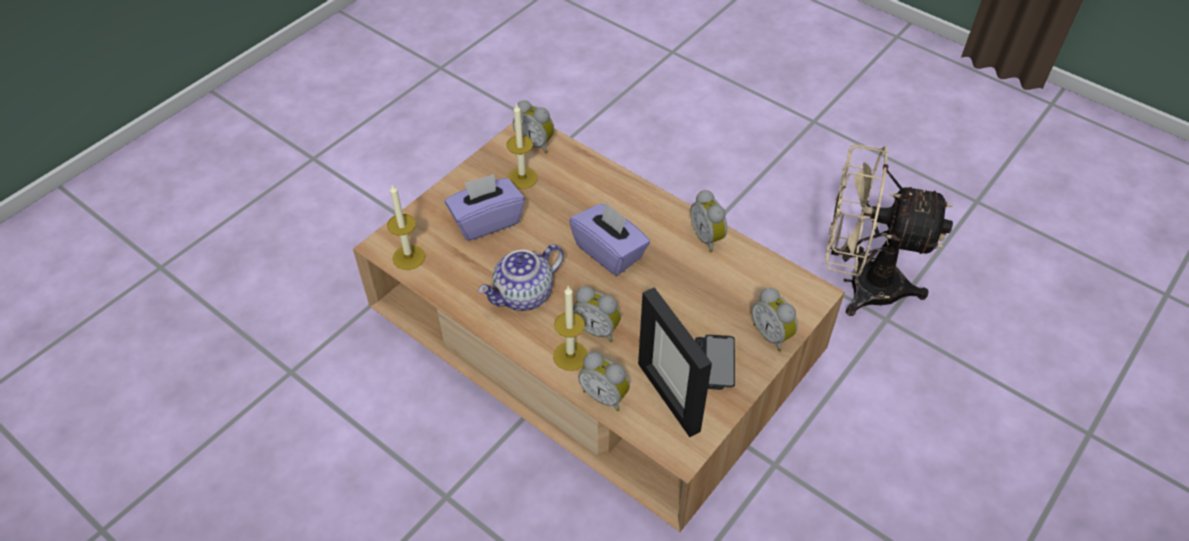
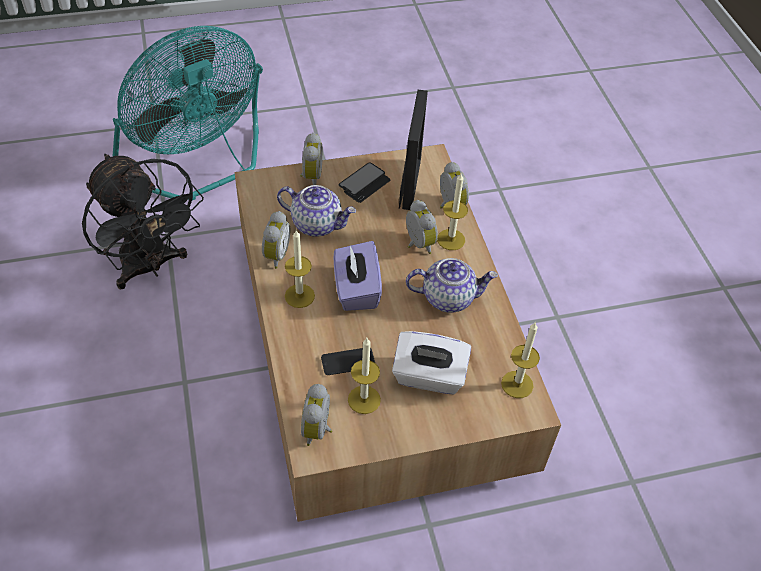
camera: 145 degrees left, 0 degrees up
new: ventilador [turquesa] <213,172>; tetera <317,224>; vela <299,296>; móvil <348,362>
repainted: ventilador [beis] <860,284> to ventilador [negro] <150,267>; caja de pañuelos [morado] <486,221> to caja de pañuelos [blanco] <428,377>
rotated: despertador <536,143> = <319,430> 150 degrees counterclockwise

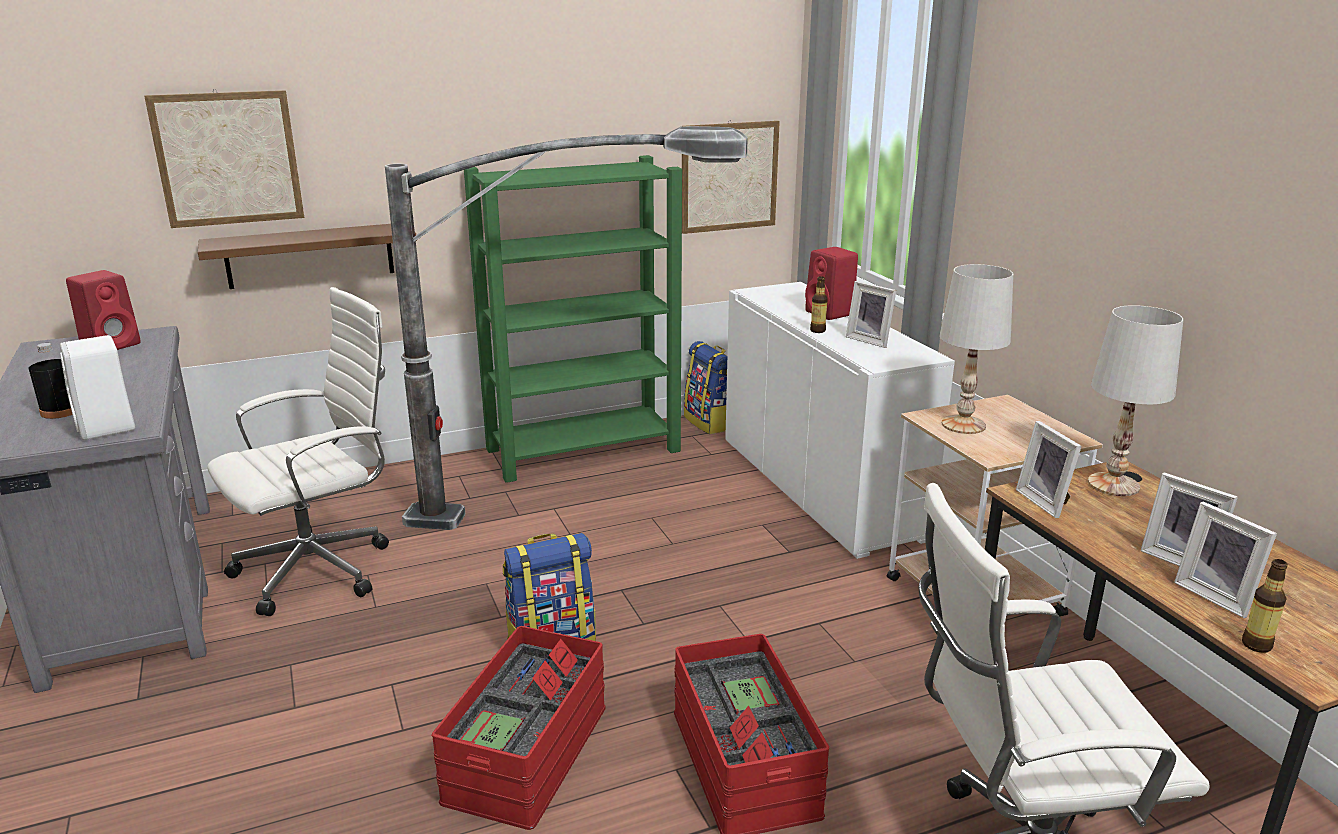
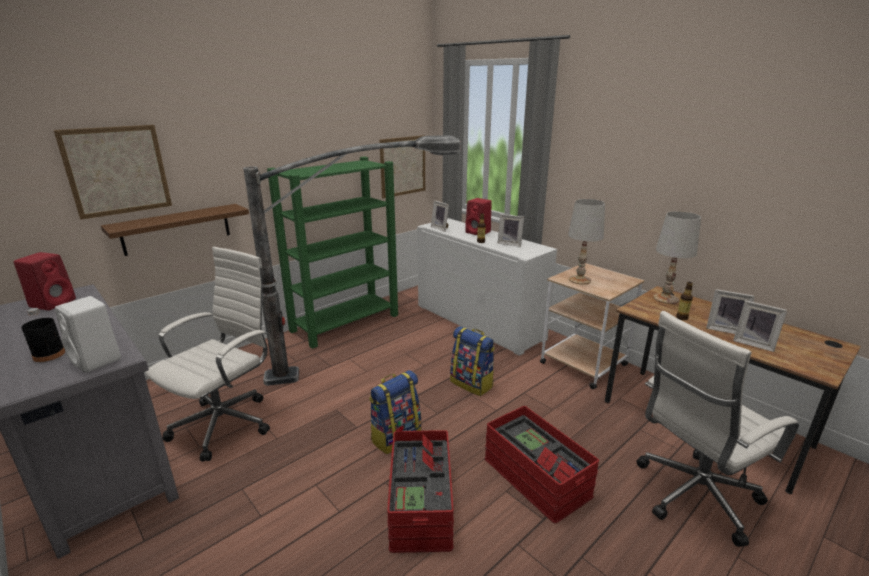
camera: 20 degrees left, 0 degrees up
shifted: portarretratos <1046,502> to <441,228>; mochila <710,422> to <472,384>; botella <1256,645> to <681,318>

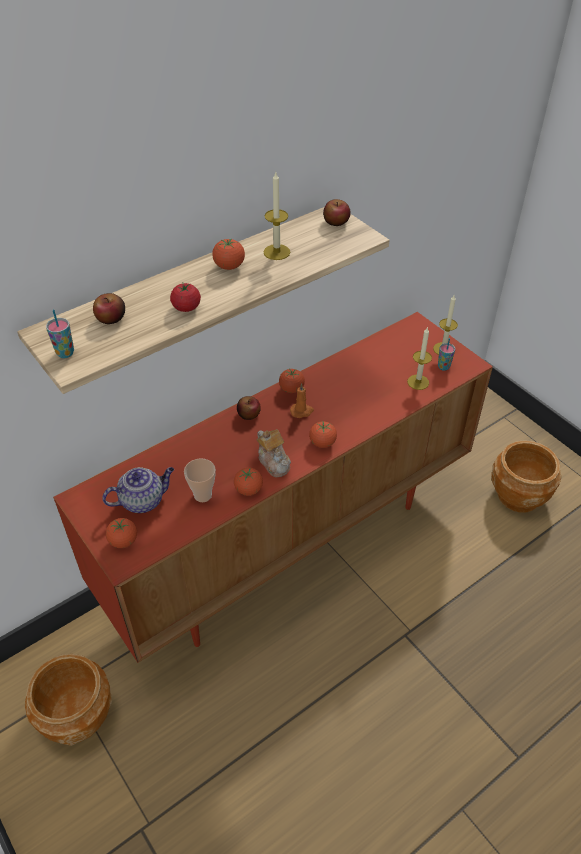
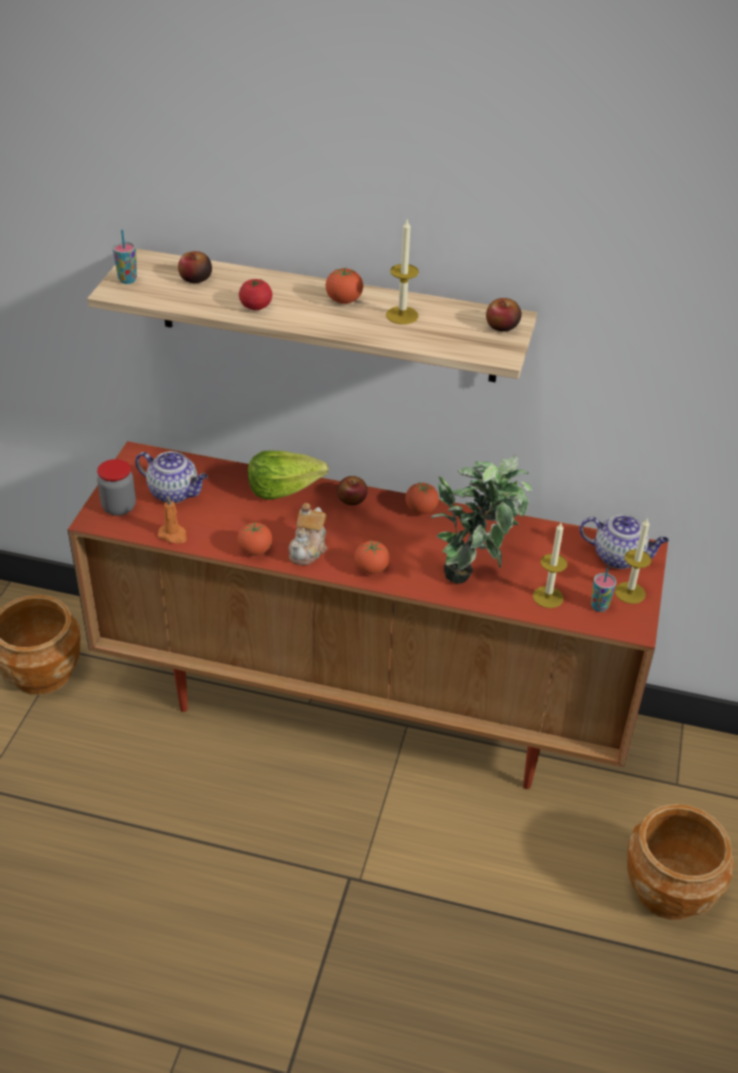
camera: 50 degrees right, 5 degrees down
gone: taza <203,495>
new: lechuga <283,488>; planta en maceta <474,574>; tetera <620,557>
shifted: vela [naranja] <302,411> to <173,535>
swapped: tomate <123,541> to tarro <119,507>

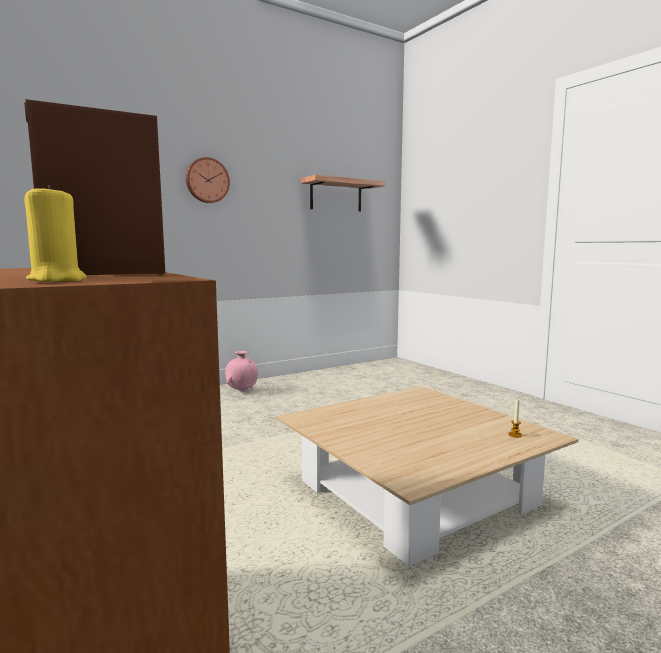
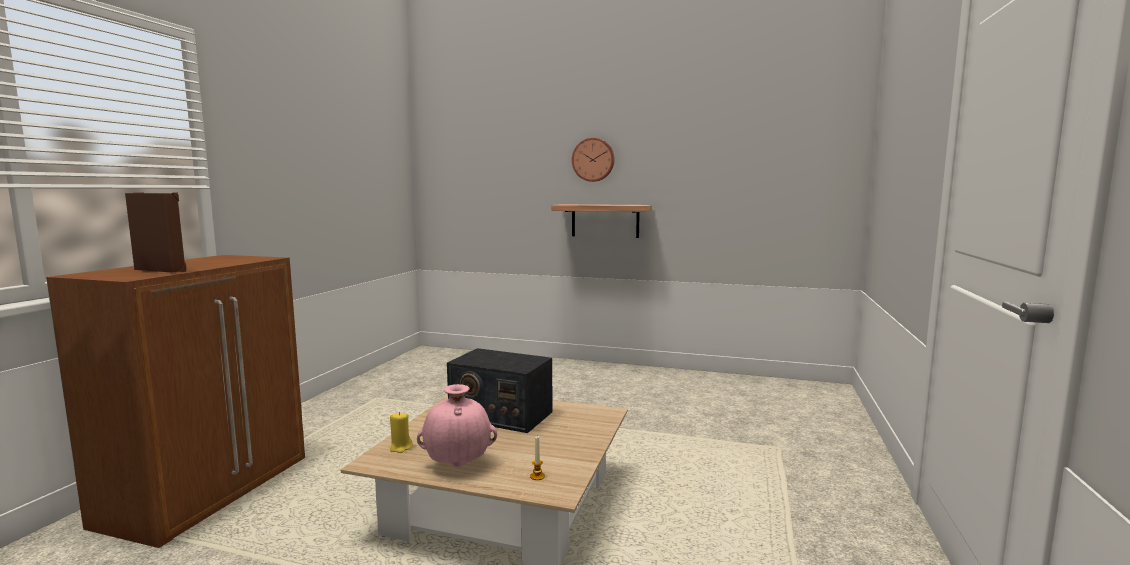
camera: 50 degrees right, 0 degrees up
new: radio <500,415>
shifted: vela [amarillo] <57,280> to <400,448>; florero [rosa] <242,391> to <458,465>; estante <336,195> to <605,220>

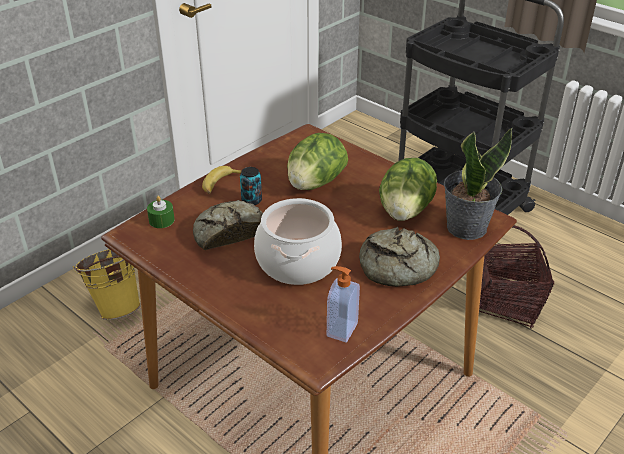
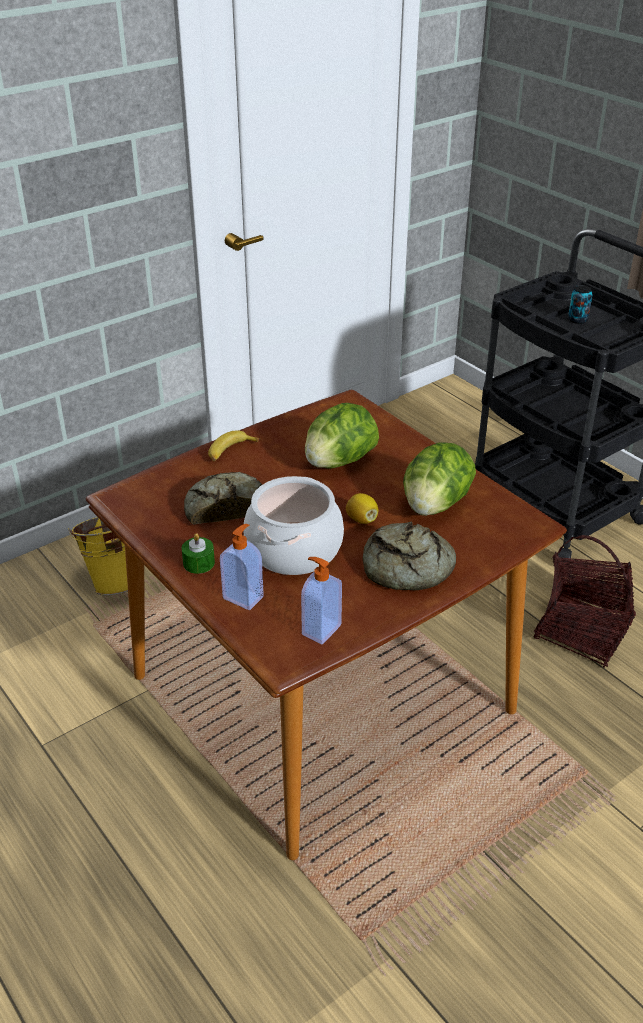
camera: 10 degrees right, 0 degrees up
gone: planta en maceta <466,227>
new: dispensador de jabón <244,597>; limón <362,519>
shifted: vela [verde] <161,220> to <199,563>; lata <251,200> to <577,320>

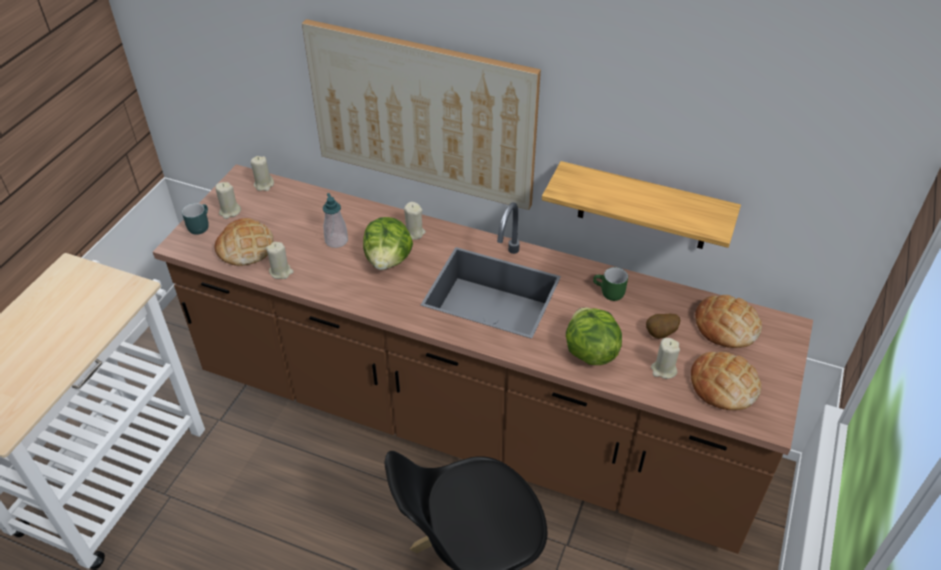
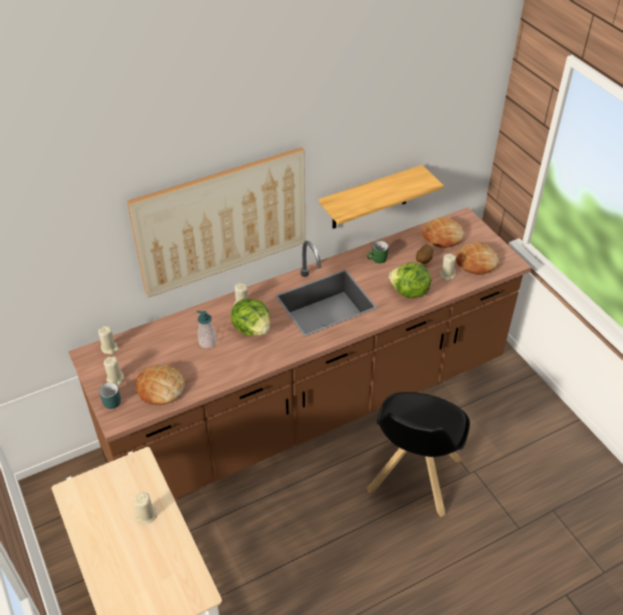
camera: 50 degrees left, 0 degrees up
shifted: vela [beis] <281,272> to <146,515>

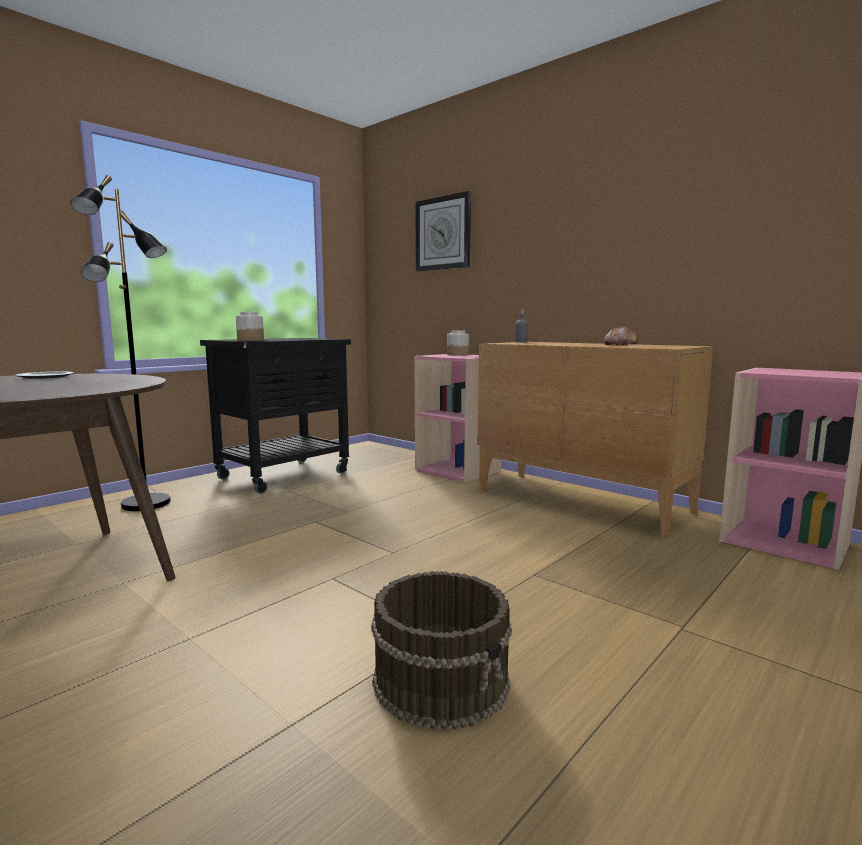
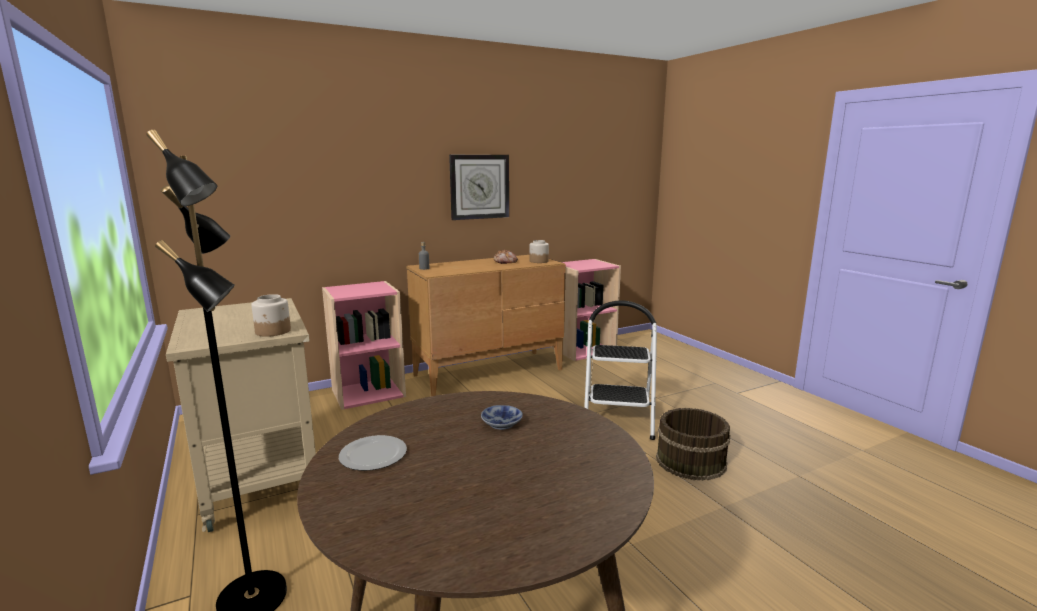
camera: 70 degrees left, 5 degrees up
new: cuenco <500,423>; escalera de tijera <618,416>
shifted: reloj de pared <443,233> to <479,187>; tarro <458,354> to <538,261>
repainted: carrito [negro] <285,476> to carrito [beis] <261,482>

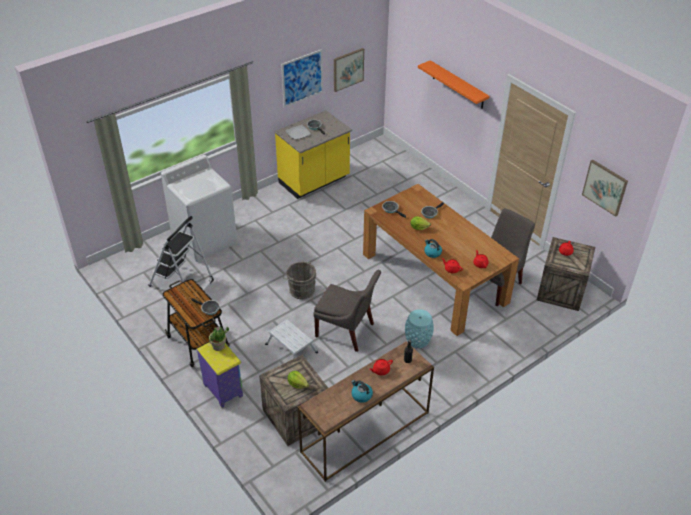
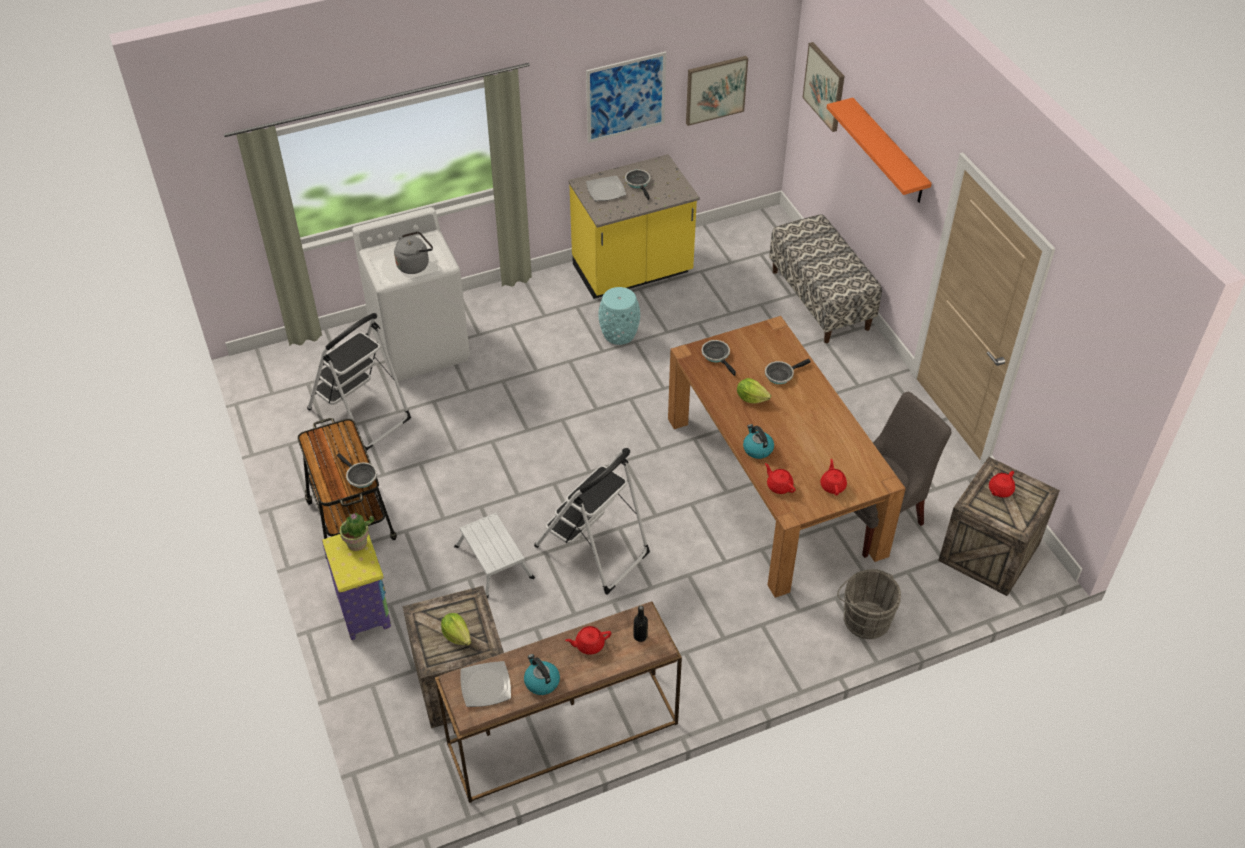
camera: 15 degrees right, 5 degrees up
new: hervidor [gris] <414,264>; plato <485,685>; banco <820,300>
shifted: taburete [turquesa] <417,340> to <619,334>; cuadro <605,187> to <824,86>; cubo [gris] <300,290> to <864,618>
swapped: silla [gris] <347,331> to escalera de tijera <594,551>

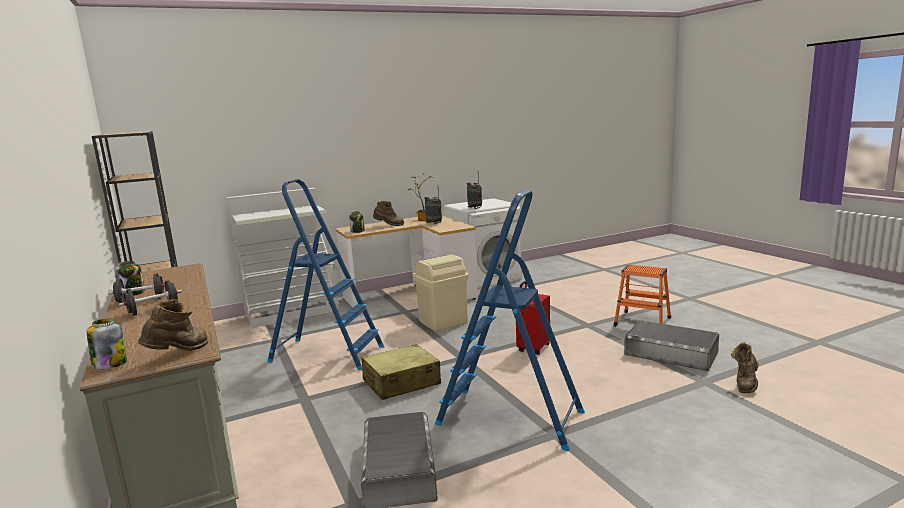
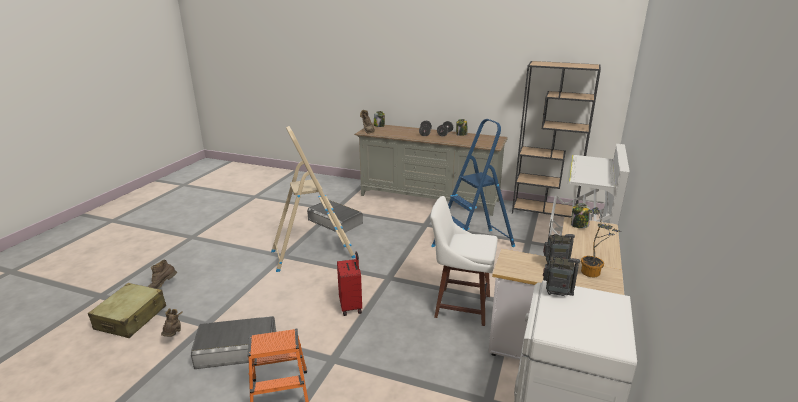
camera: 135 degrees right, 10 degrees up
shifted: maleta [beis] <401,383> to <131,318>; bota [marrón] <389,225> to <162,287>
swapped: papelera [beis] <443,322> to taburete [blanco] <459,305>
repainted: escalera de tijera [azul] <509,418> to escalera de tijera [beis] <313,254>

